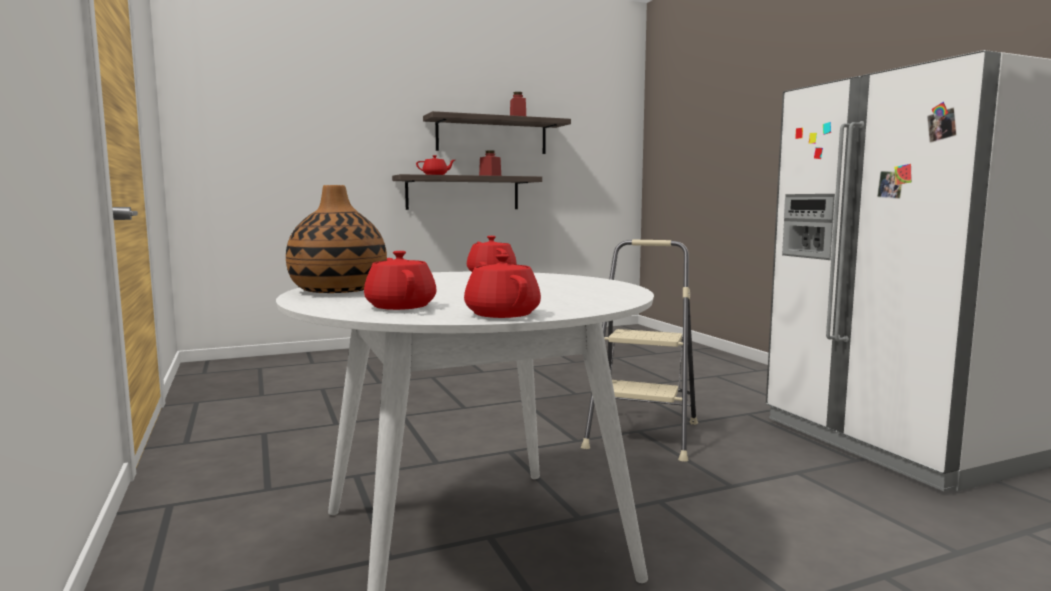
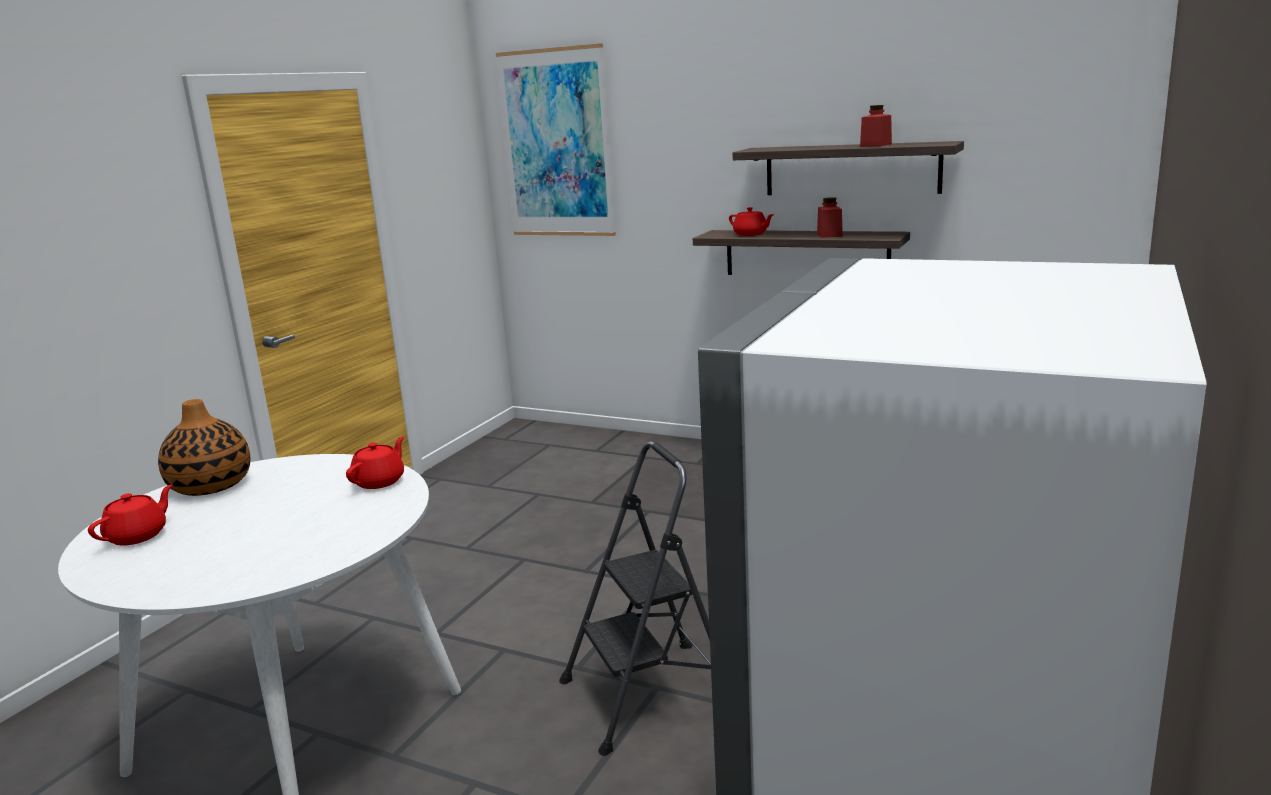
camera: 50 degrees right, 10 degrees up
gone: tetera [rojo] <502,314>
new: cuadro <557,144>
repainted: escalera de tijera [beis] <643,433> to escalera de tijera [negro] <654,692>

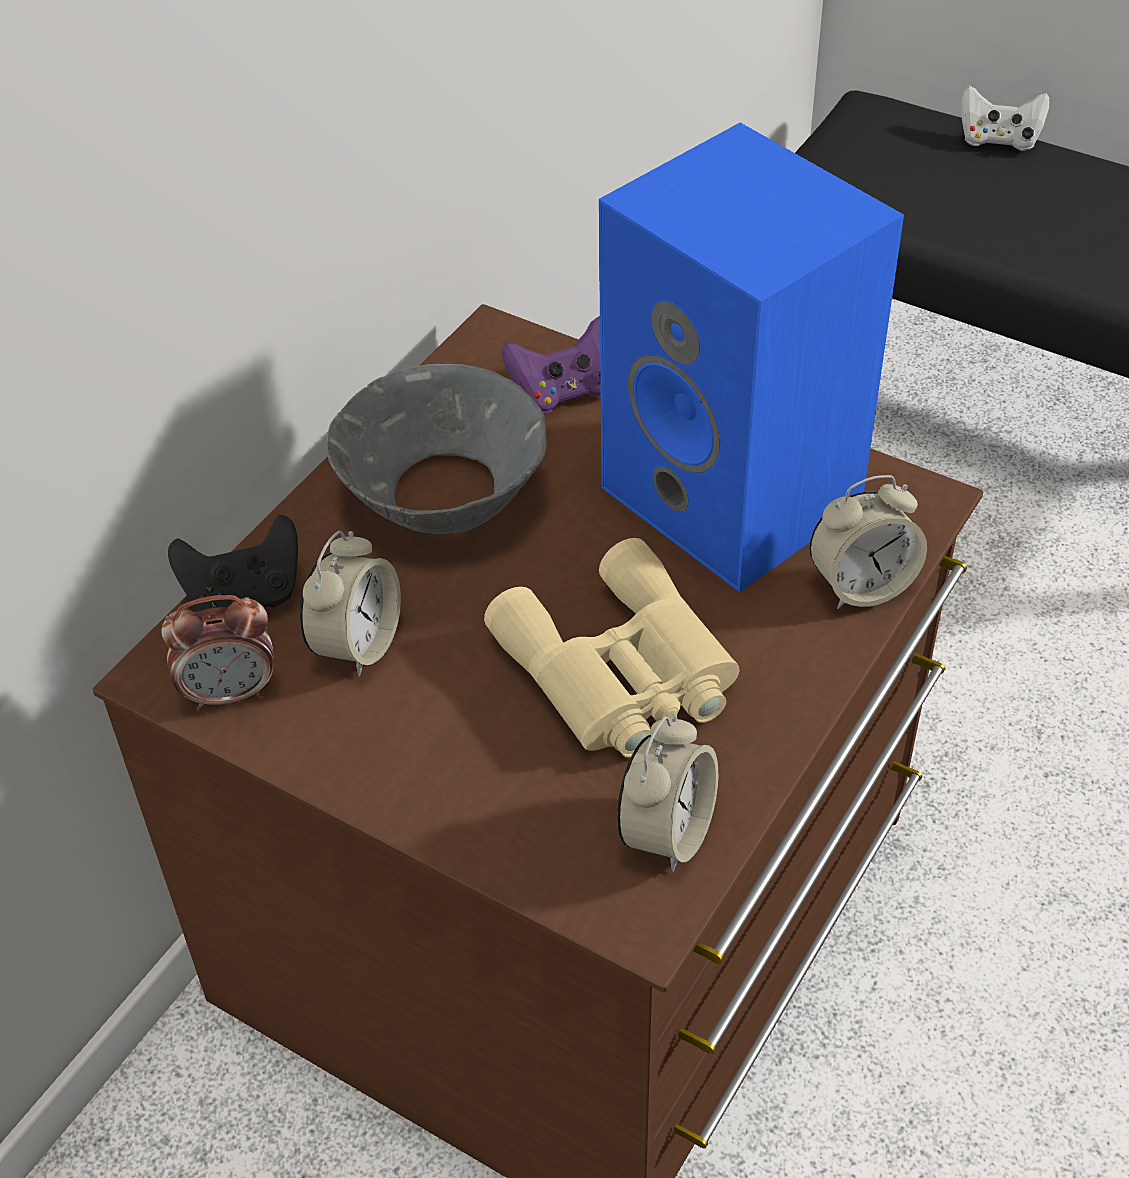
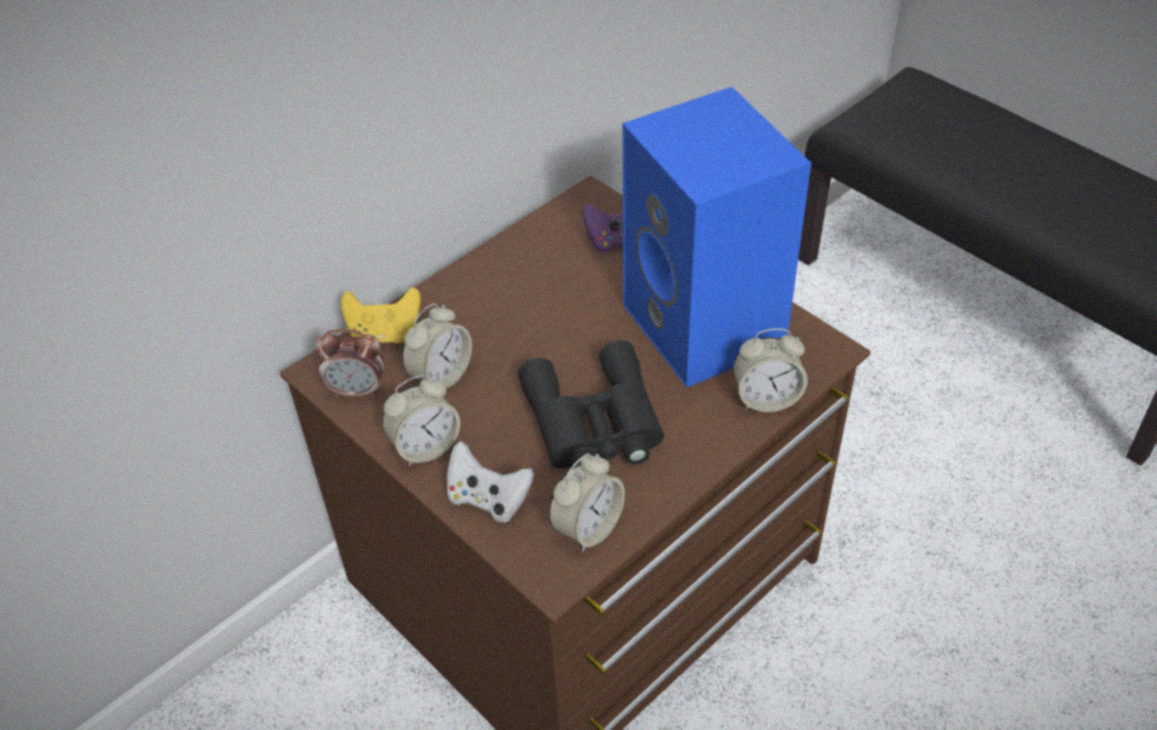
camera: 15 degrees right, 0 degrees up
gone: cuenco [gris] <442,496>
new: despertador <425,446>
shifted: mando de consola [blanco] <998,140> to <488,499>
repainted: mando de consola [negro] <245,597> to mando de consola [amarillo] <385,334>; prismáticos [beis] <620,673> to prismáticos [negro] <593,423>

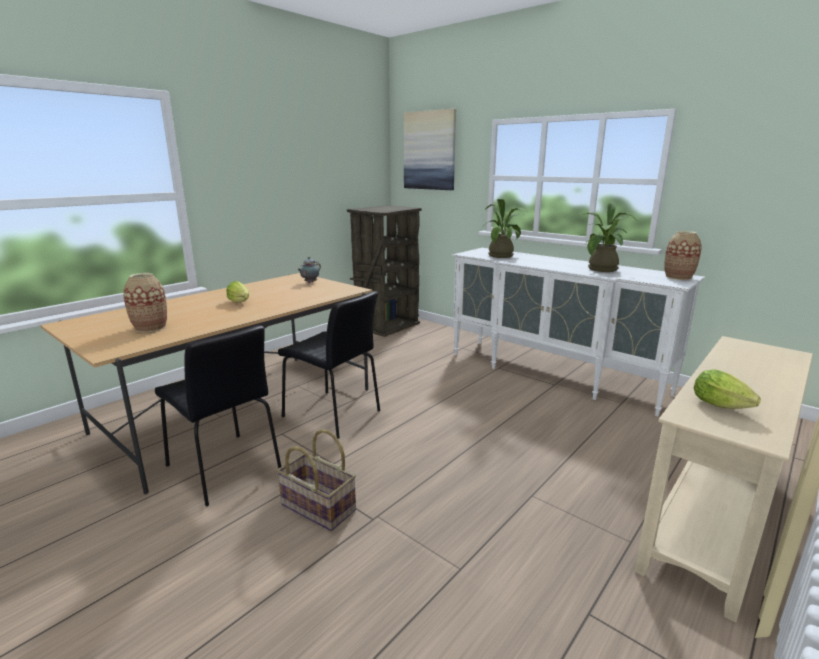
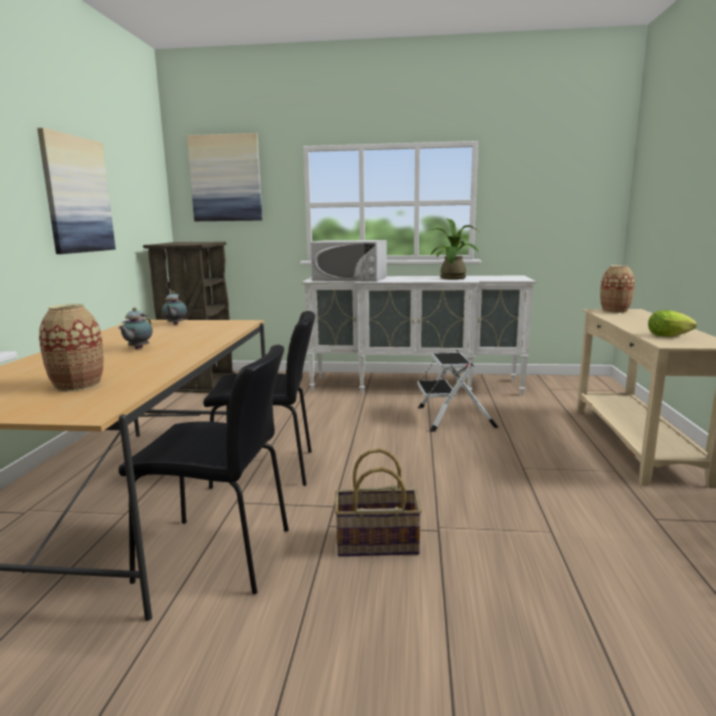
camera: 35 degrees left, 5 degrees down
new: cuadro <77,195>; escalera de tijera <454,418>
shifted: florero <678,277> to <614,311>
swapped: lechuga <240,302> to tetera <137,348>; planta en maceta <502,255> to microondas [blanco] <350,278>

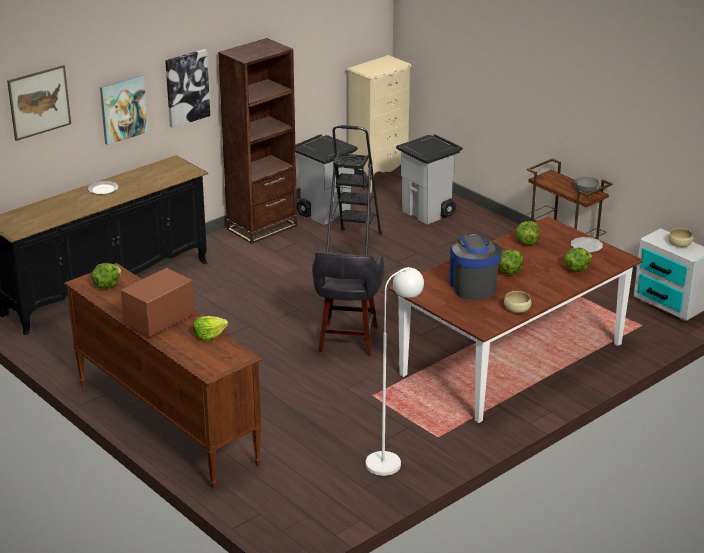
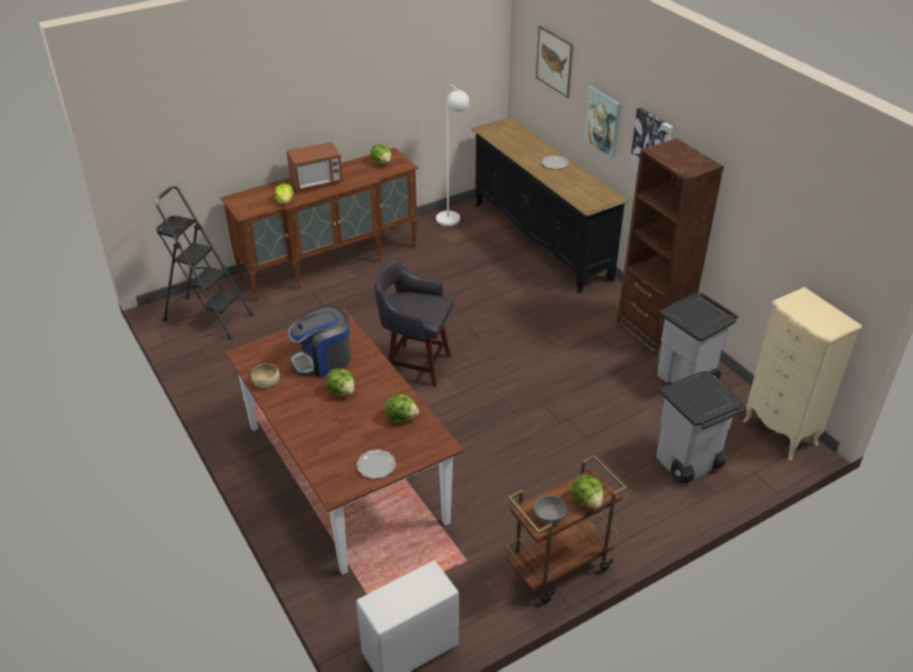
camera: 100 degrees right, 10 degrees up
gone: cuenco [beis] <679,244>
shifted: escalera de tijera <353,249> to <207,317>; lámpara de pie [blanco] <391,460> to <452,223>; lechuga <576,269> to <587,500>
rotated: microondas <159,322> = <316,182> 105 degrees clockwise; cafetera <473,286> = <323,360> 150 degrees clockwise

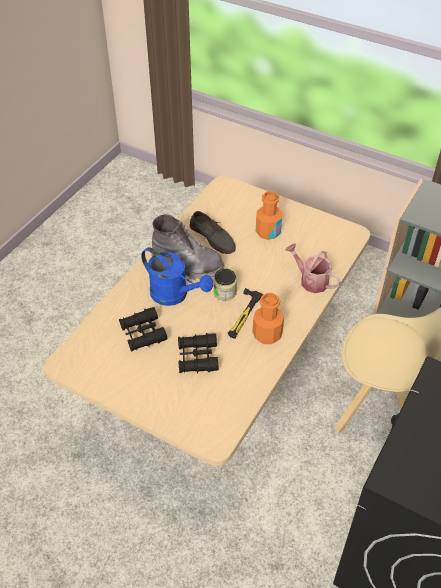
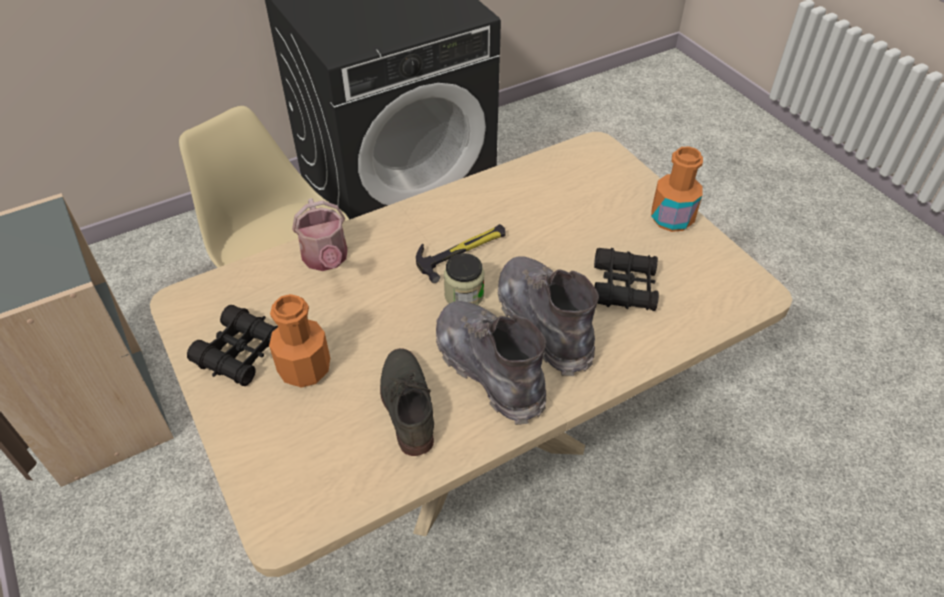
camera: 150 degrees left, 0 degrees up
shifted: prismáticos [negro] <197,357> to <241,352>; botella [naranja] <267,334> to <672,218>
swapped: regadera [azul] <175,295> to bota [gris] <544,323>

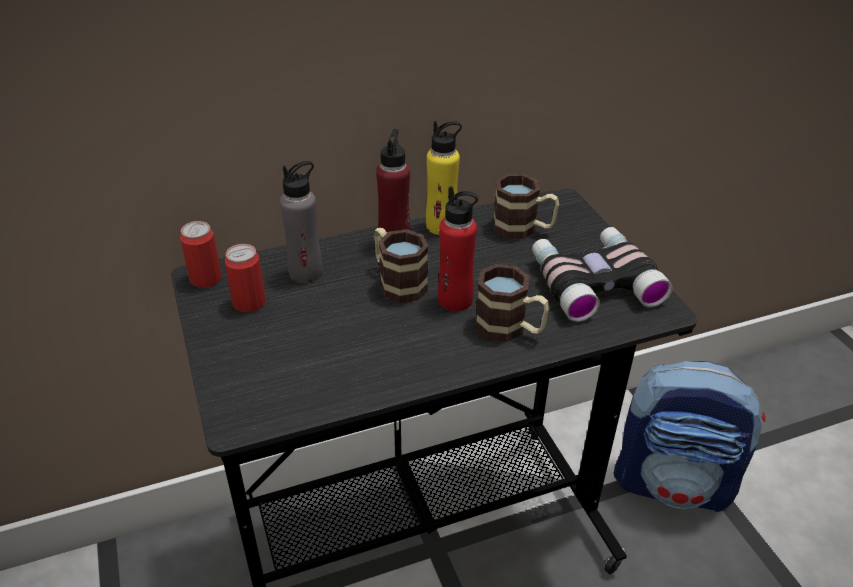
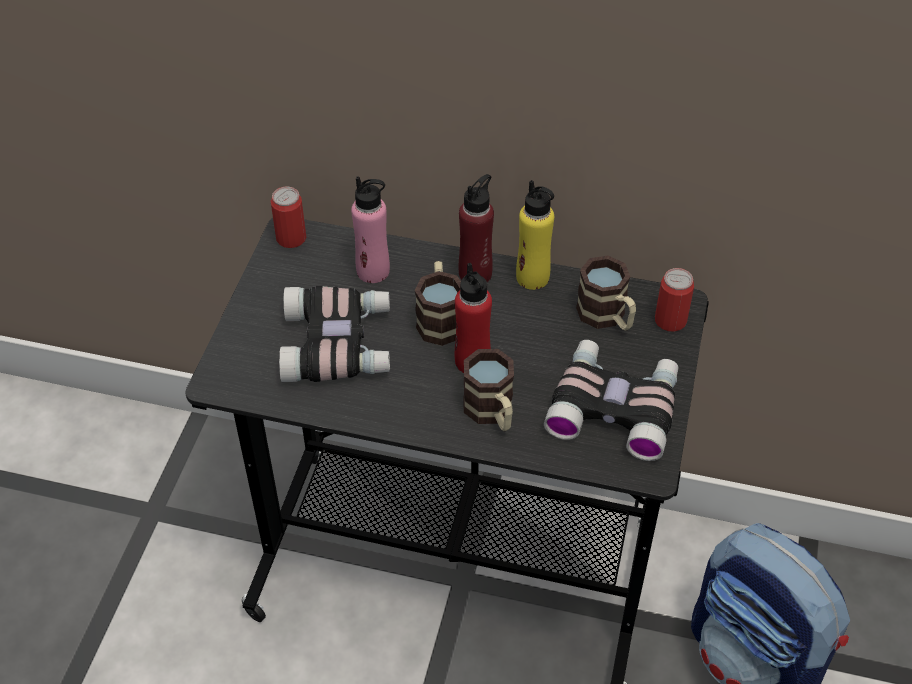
camera: 35 degrees right, 10 degrees up
new: prismáticos <339,344>
shifted: lata <249,302> to <670,320>
repainted: botella [gris] <306,273> to botella [rosa] <373,271>

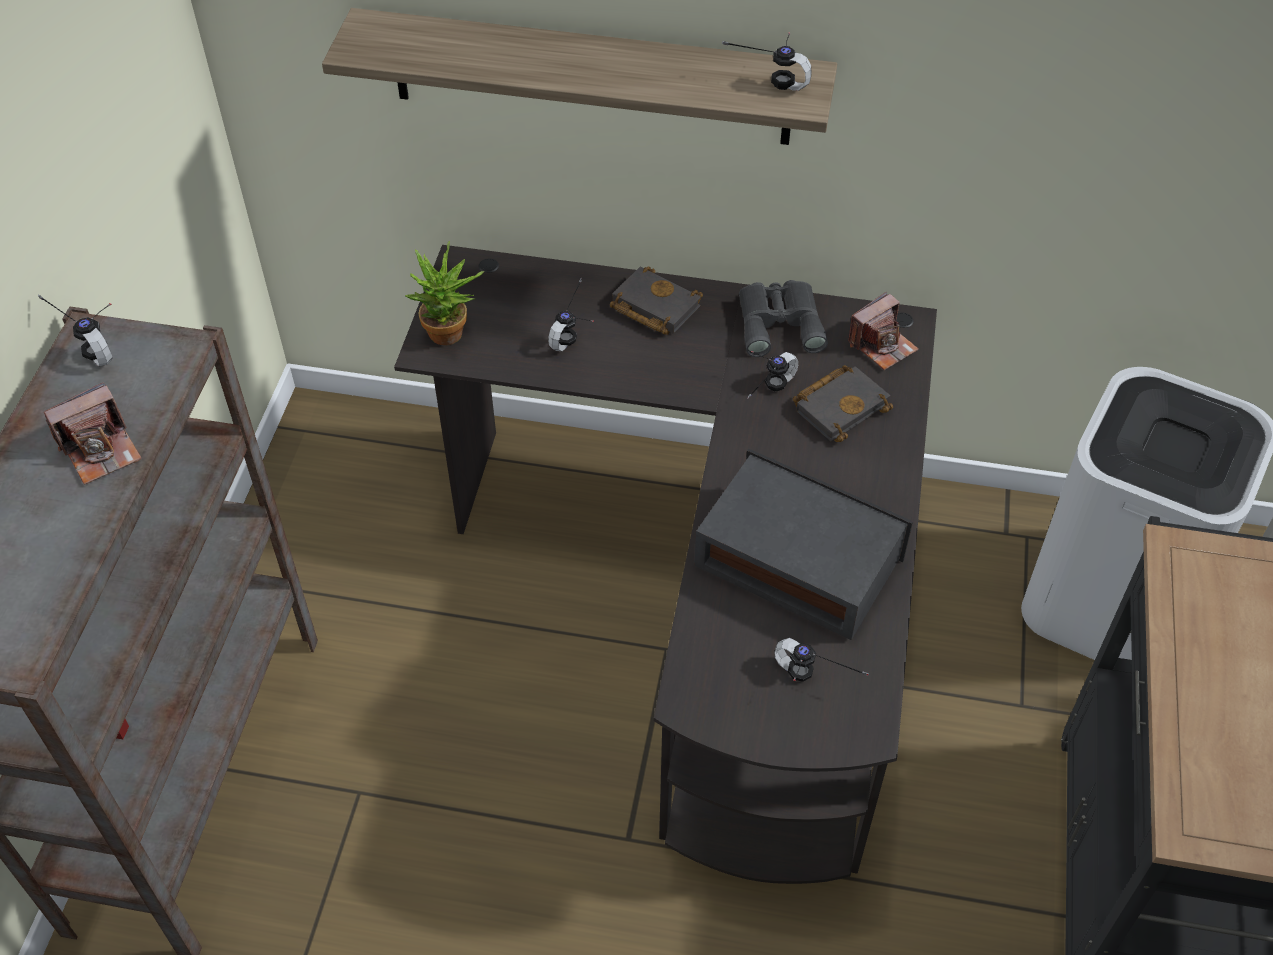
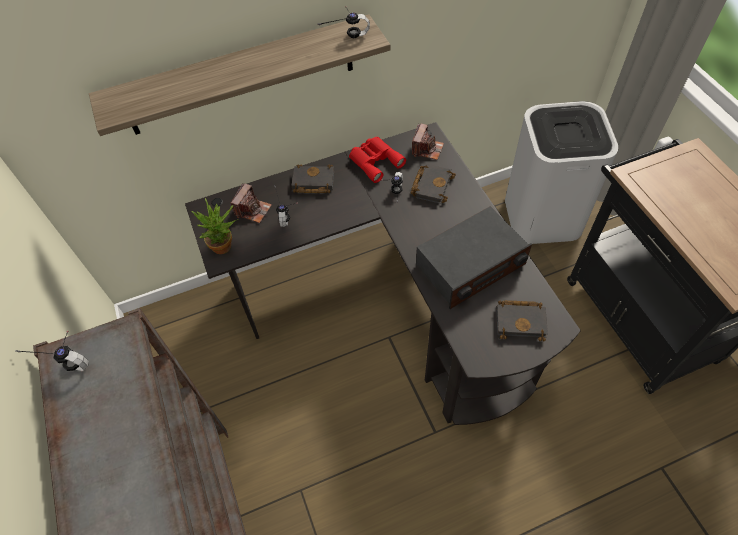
camera: 30 degrees left, 5 degrees up
shifted: cámara <101,450> to <253,210>
swapped: auriculares <809,688> to libro [negro] <521,321>
repainted: prismáticos [gris] <779,322> to prismáticos [rojo] <375,161>
rotated: radio <798,561> = <470,265> 150 degrees clockwise

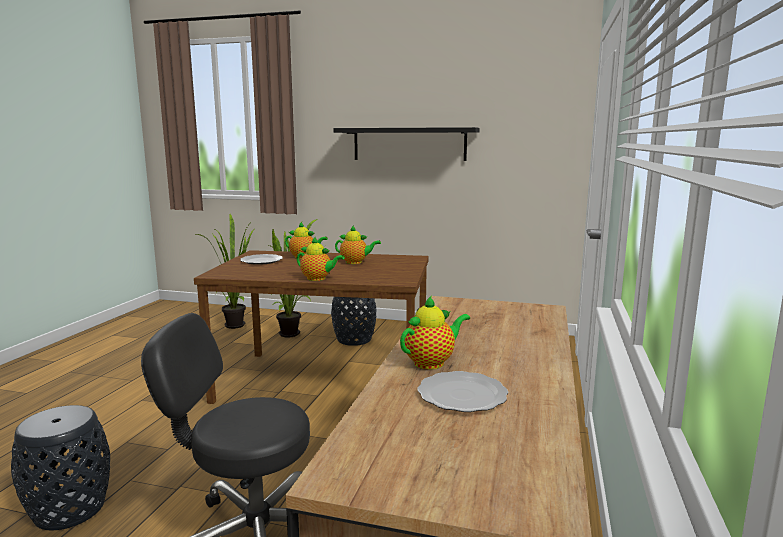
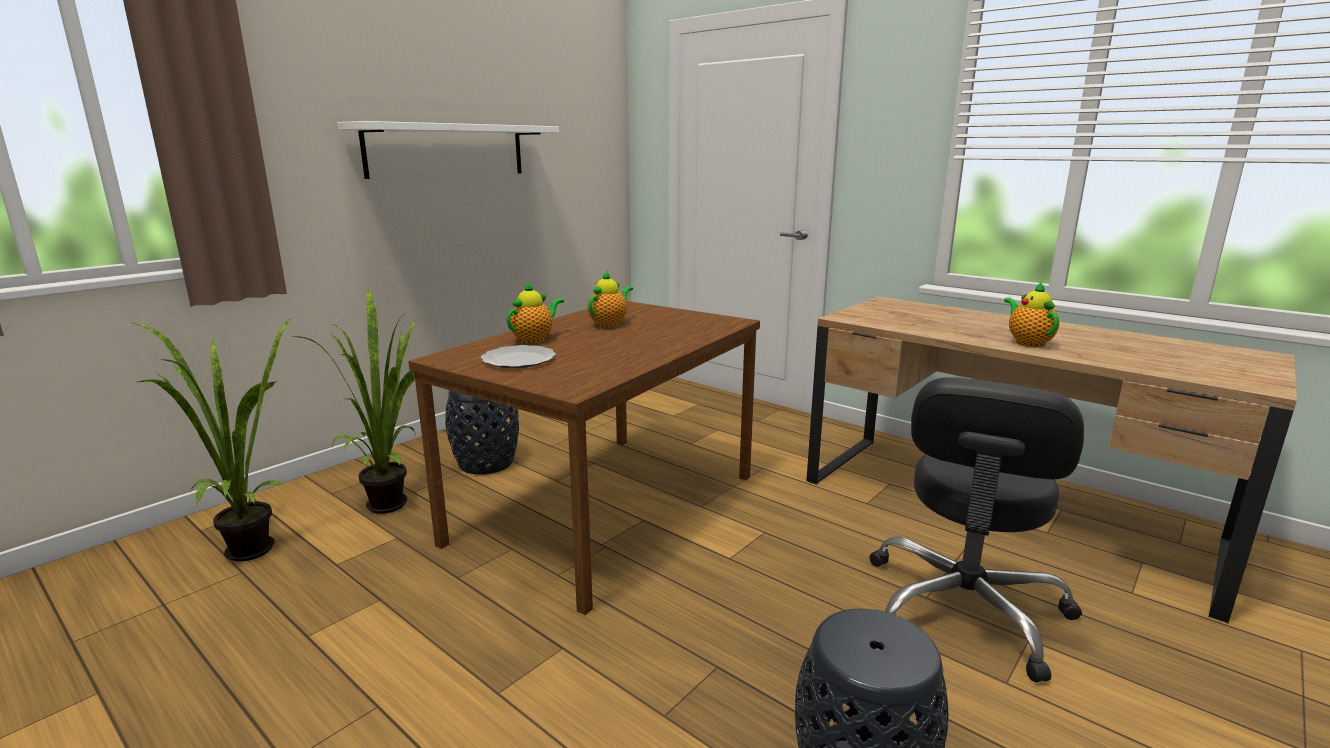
camera: 65 degrees left, 5 degrees up
gone: tetera <318,279>; plato <462,394>
repainted: estante [negro] <409,144> to estante [blanco] <447,150>

